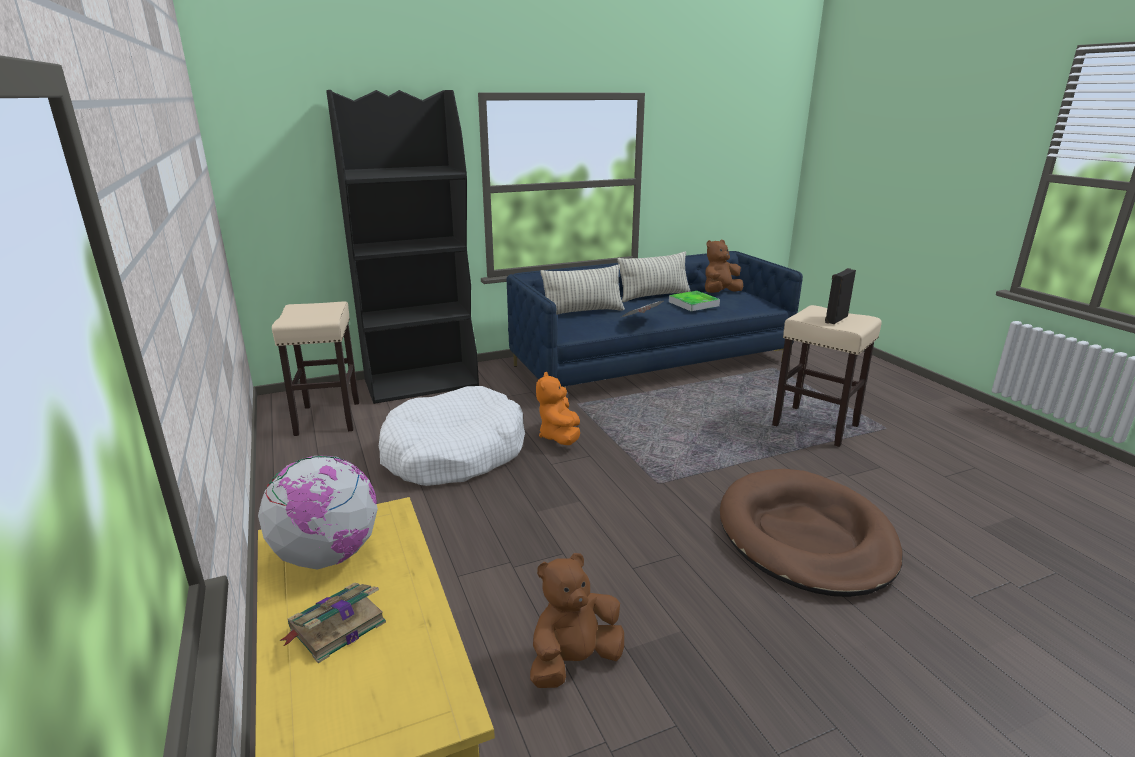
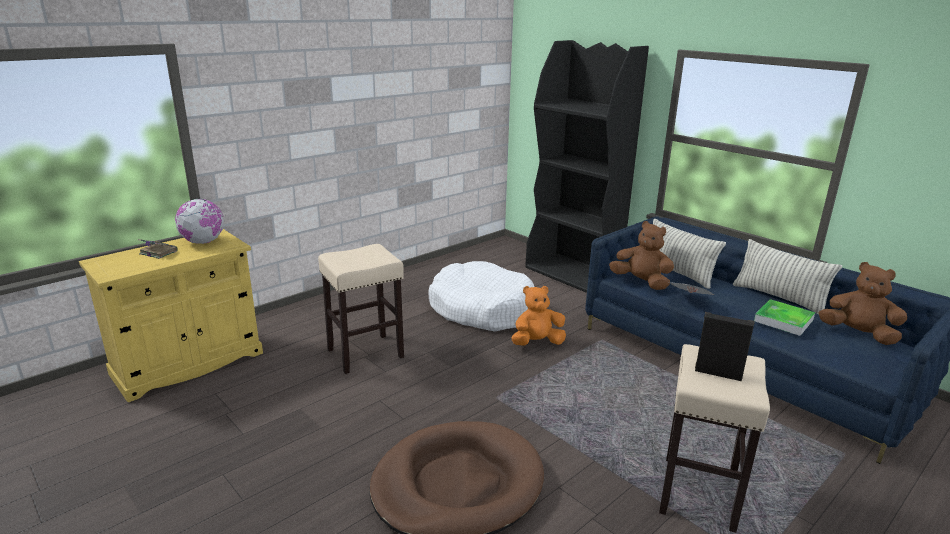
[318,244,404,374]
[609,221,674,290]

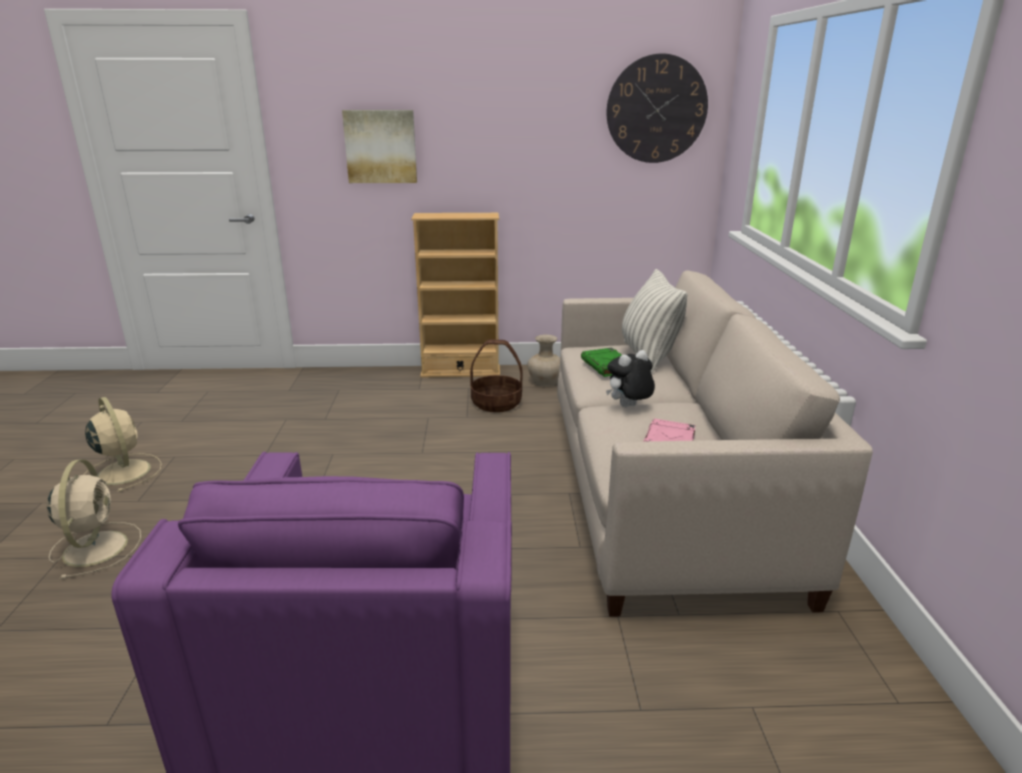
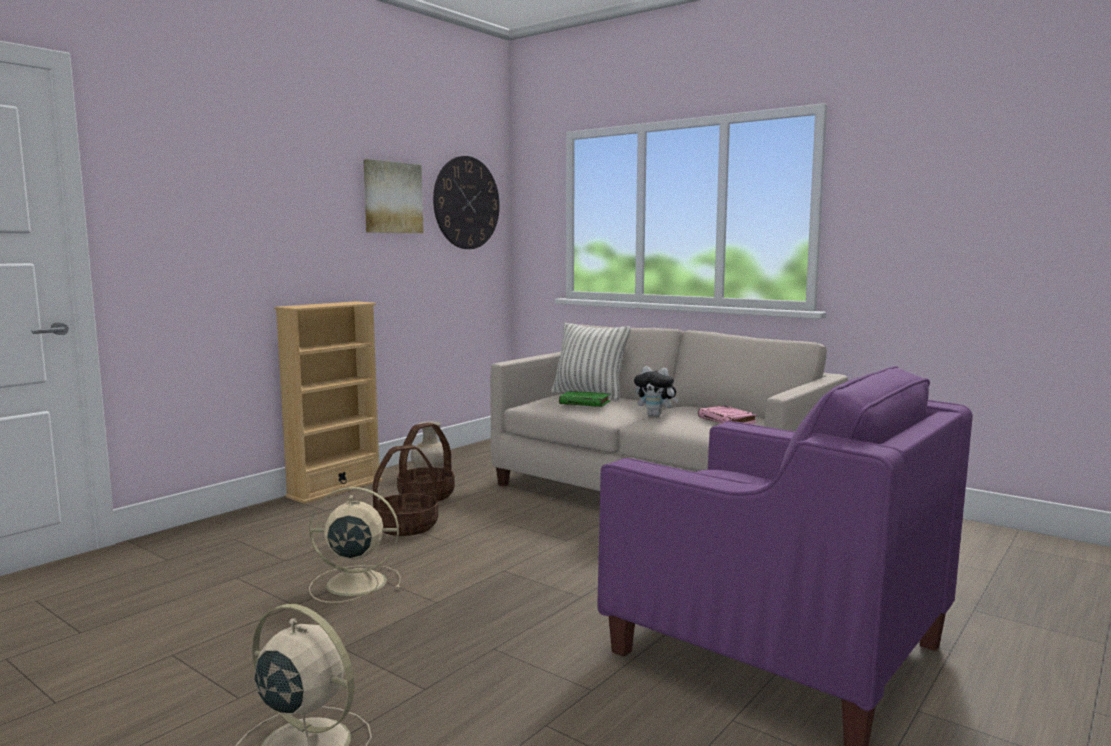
[309,487,401,603]
[363,159,423,233]
[373,445,438,536]
[634,366,679,417]

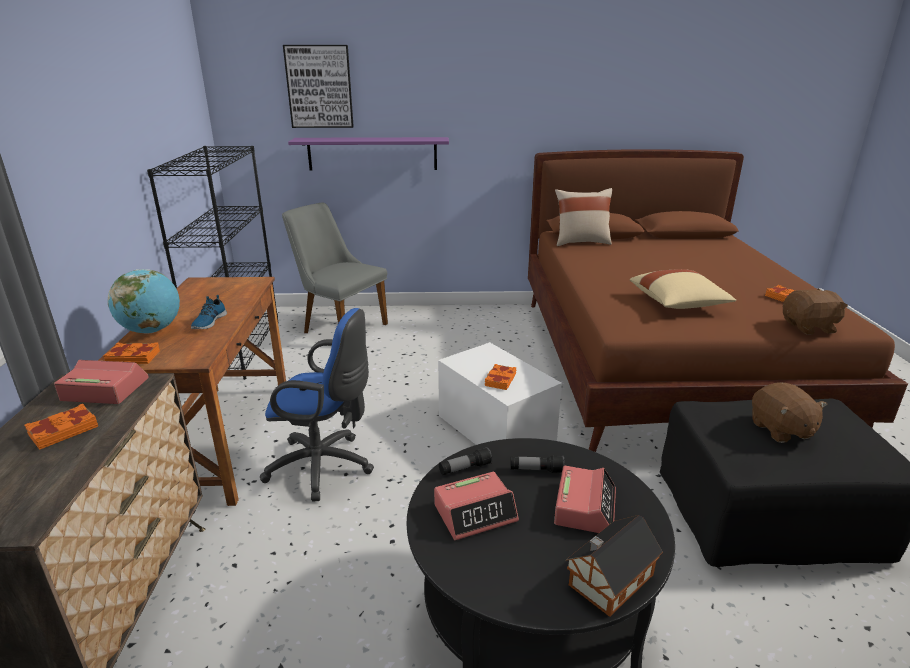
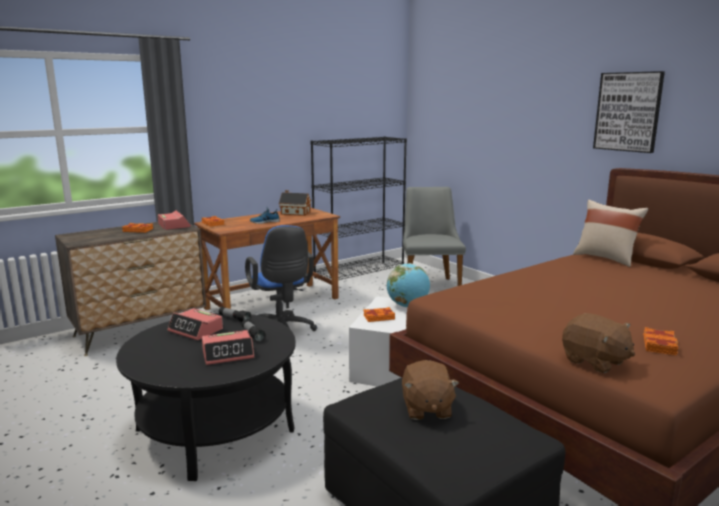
[279,190,311,216]
[387,263,430,307]
[402,360,459,420]
[593,71,665,153]
[288,137,449,171] (first image)
[630,269,736,309] (first image)

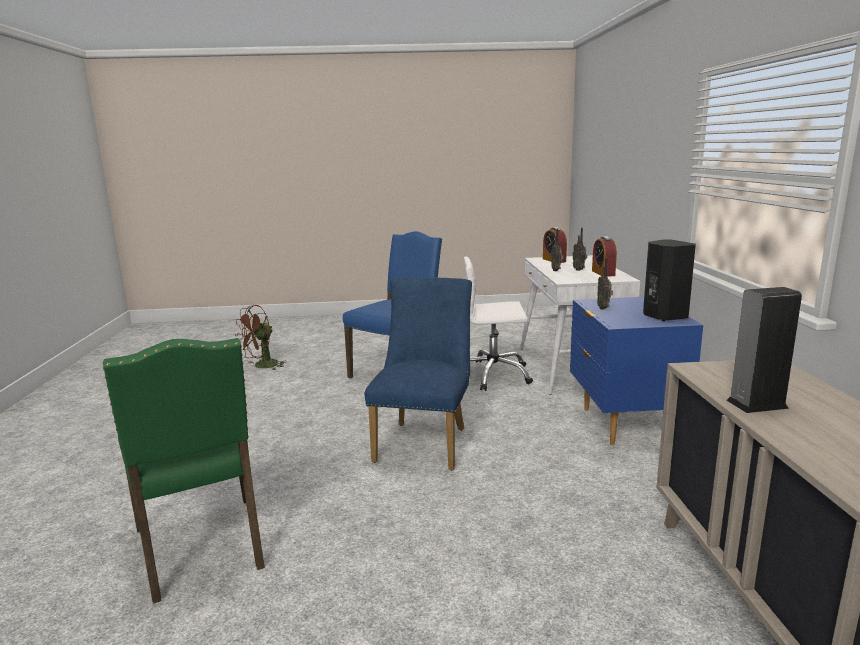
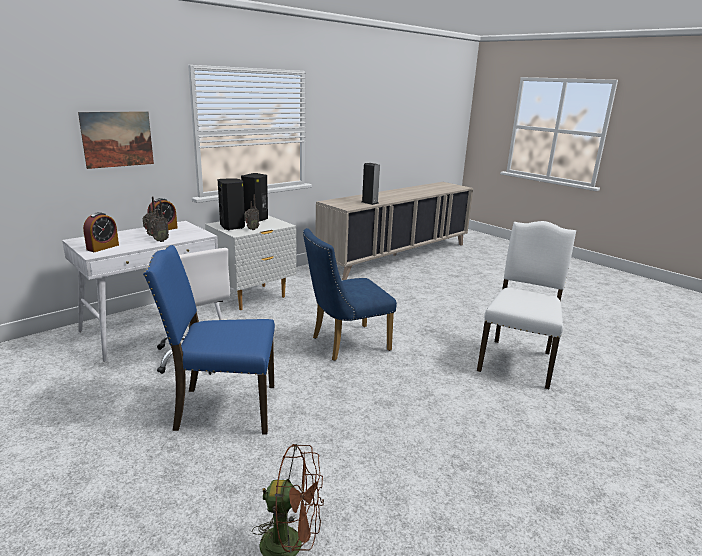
[78,111,154,169]
[205,215,296,310]
[218,178,245,230]
[477,221,576,389]

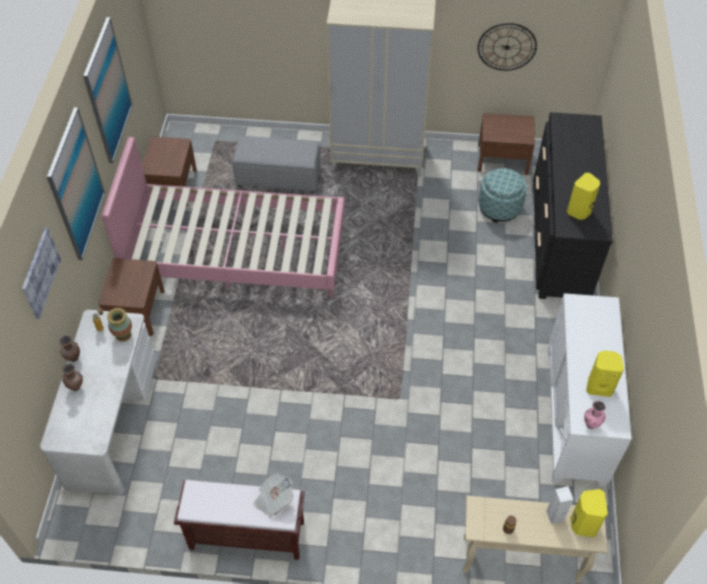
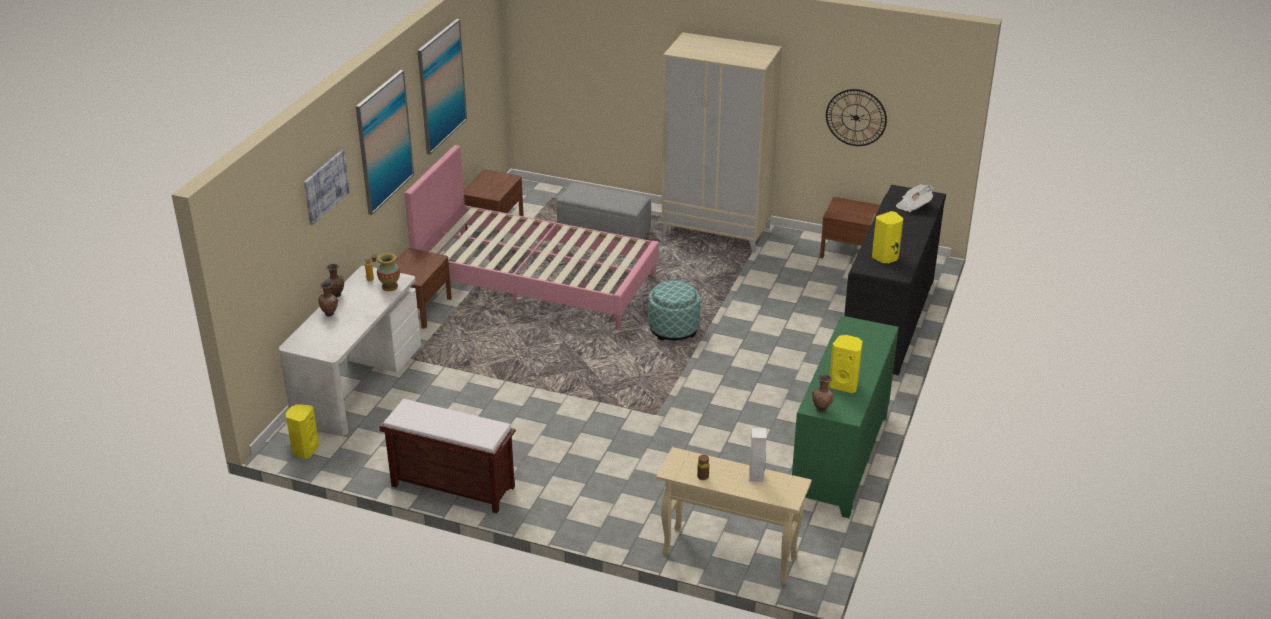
[285,404,319,459]
[648,280,700,341]
[792,316,899,518]
[812,374,834,413]
[896,184,933,212]

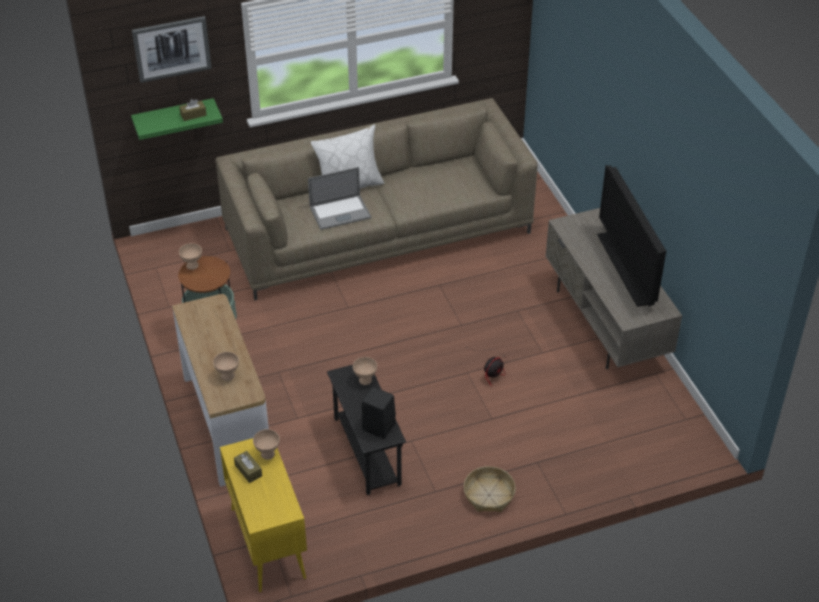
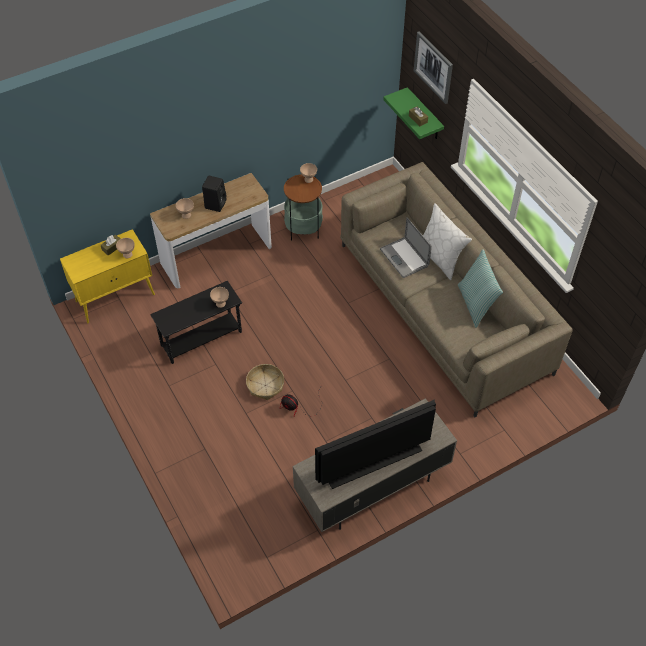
[202,176,226,212]
[246,364,284,400]
[458,250,503,328]

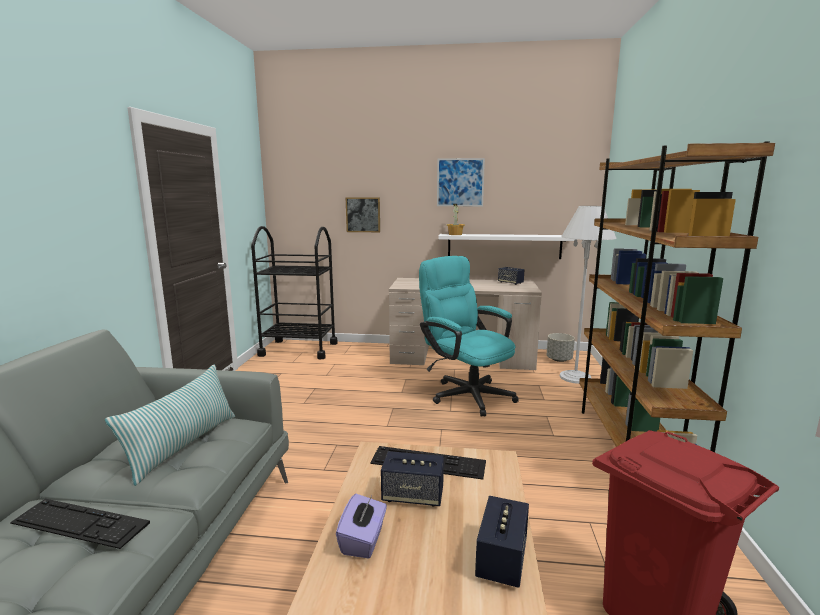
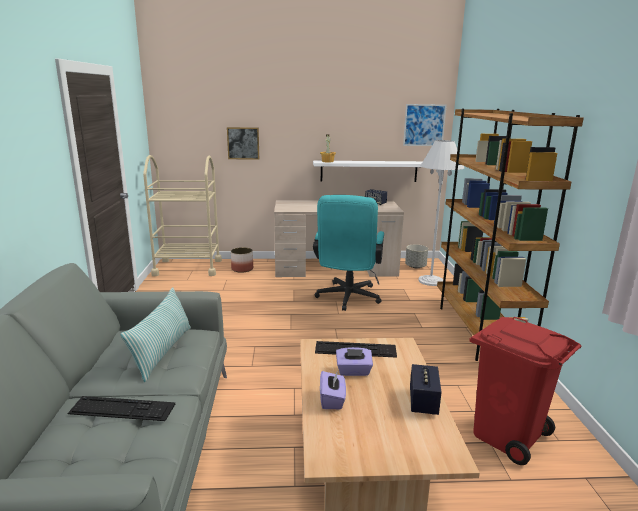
[143,155,222,276]
[231,247,253,273]
[313,195,384,311]
[336,347,373,376]
[403,104,447,146]

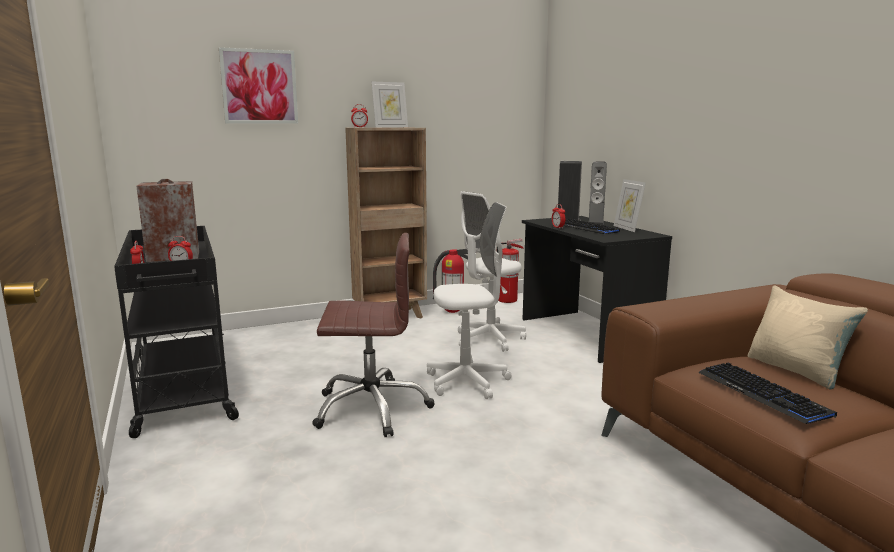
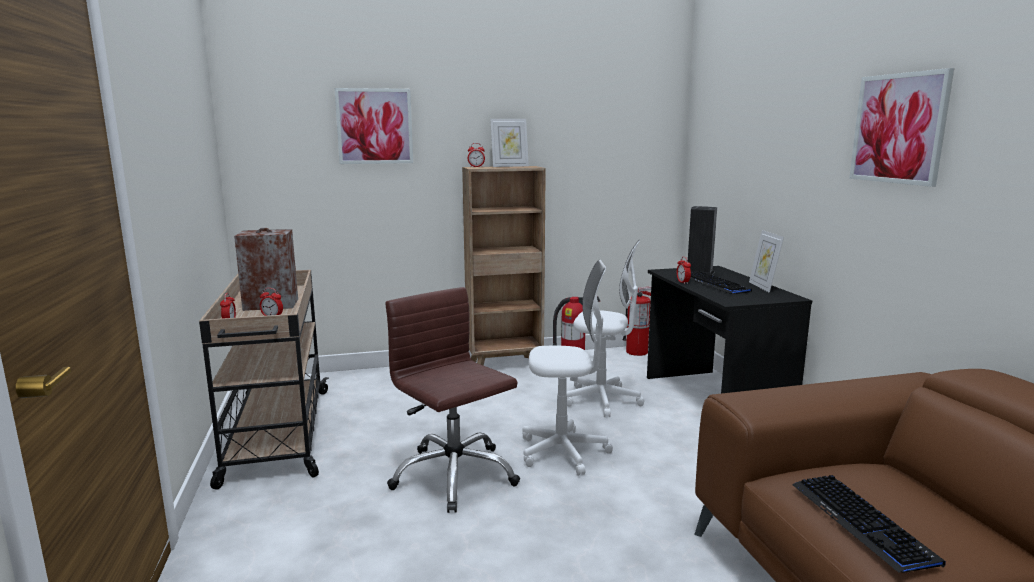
[199,270,329,489]
[385,287,520,513]
[566,240,645,417]
[849,68,954,187]
[588,161,607,225] (first image)
[748,285,868,390] (first image)

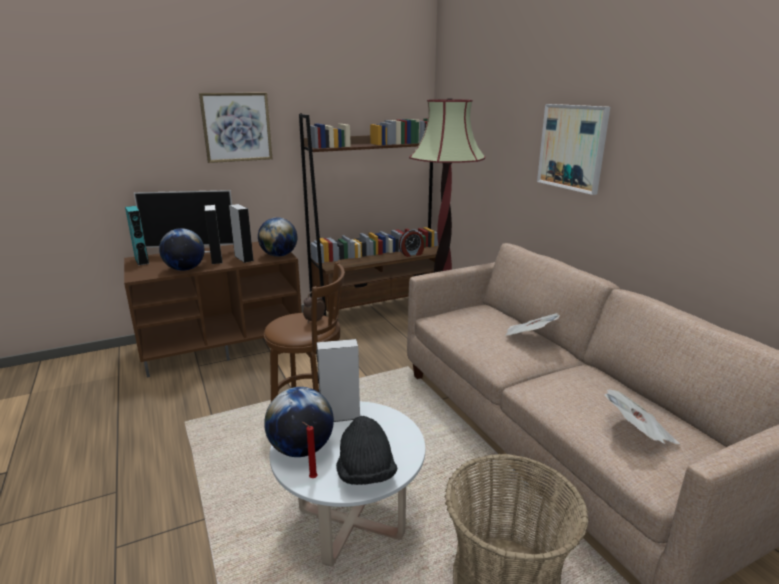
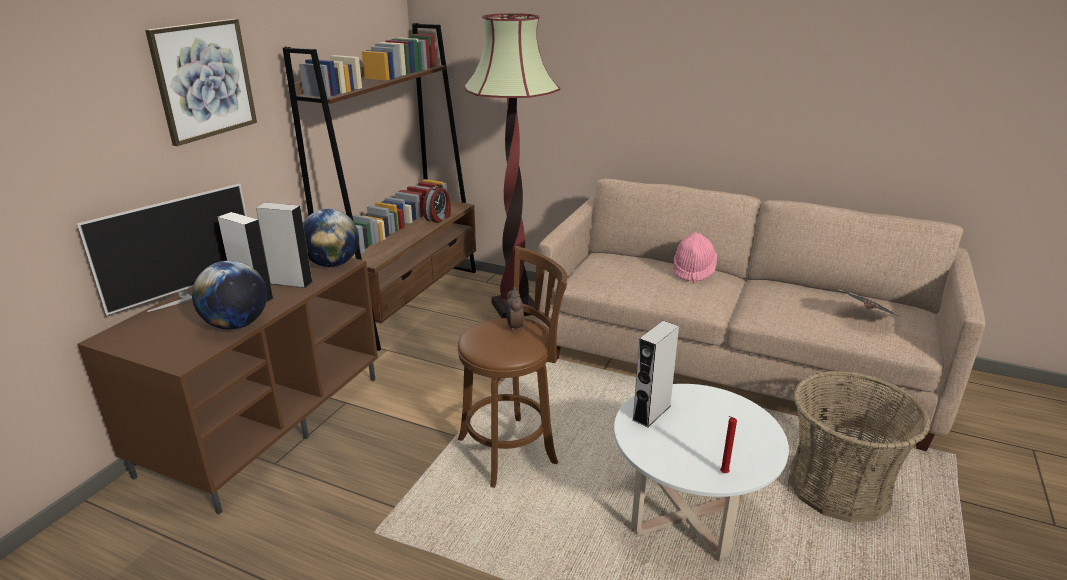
[673,232,717,282]
[125,206,149,266] (first image)
[264,387,334,457] (first image)
[336,416,397,485] (first image)
[537,104,610,195] (first image)

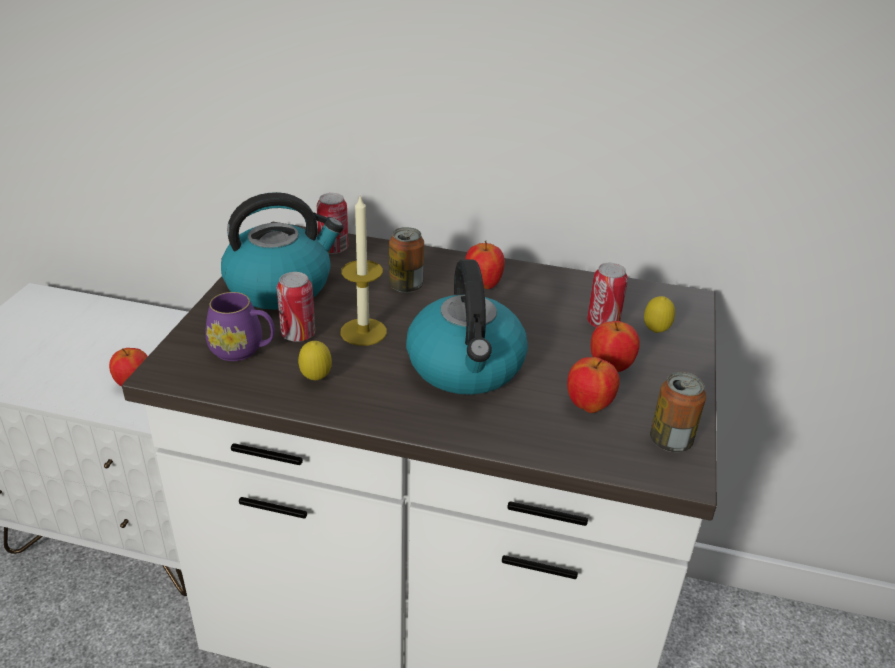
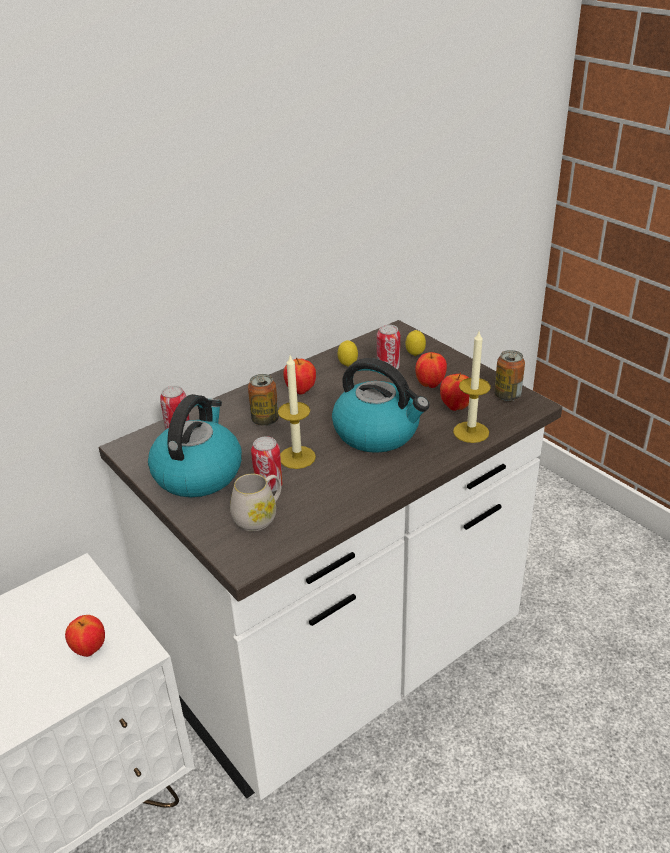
[230,474,281,531]
[338,340,358,367]
[453,331,491,443]

